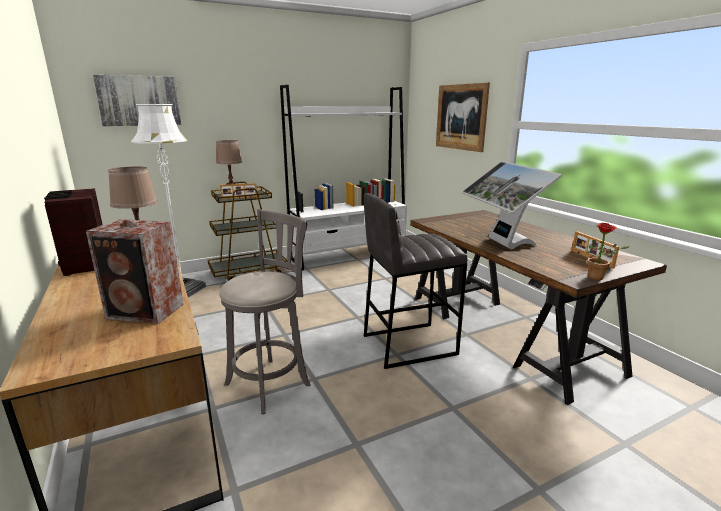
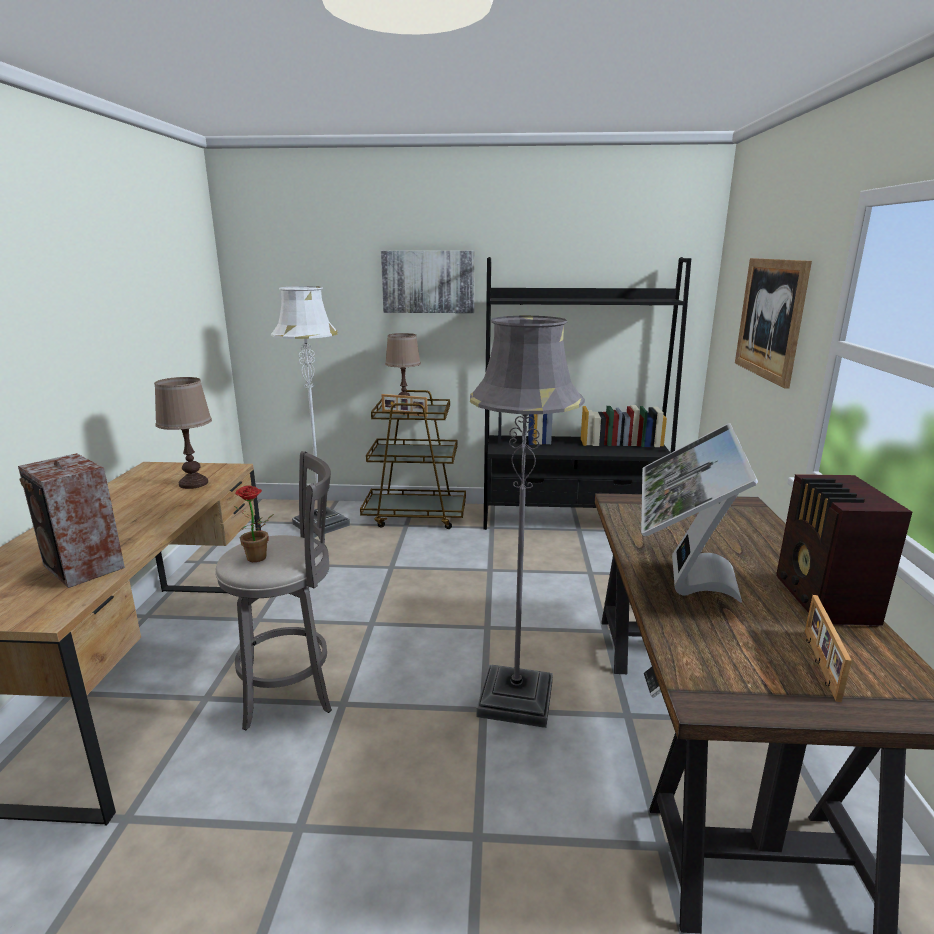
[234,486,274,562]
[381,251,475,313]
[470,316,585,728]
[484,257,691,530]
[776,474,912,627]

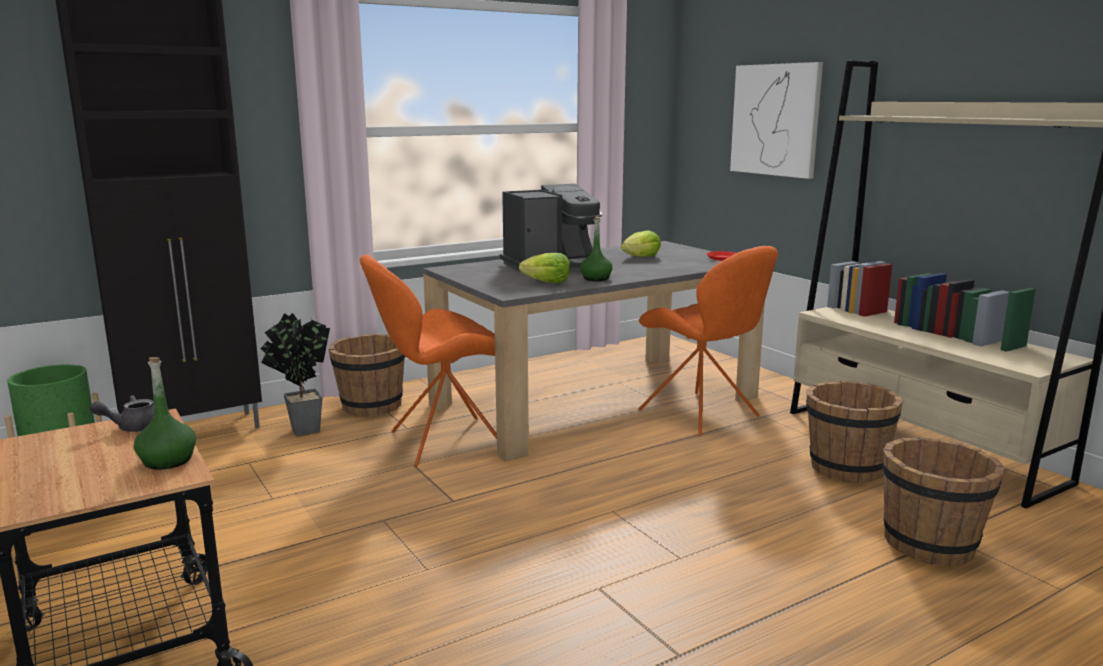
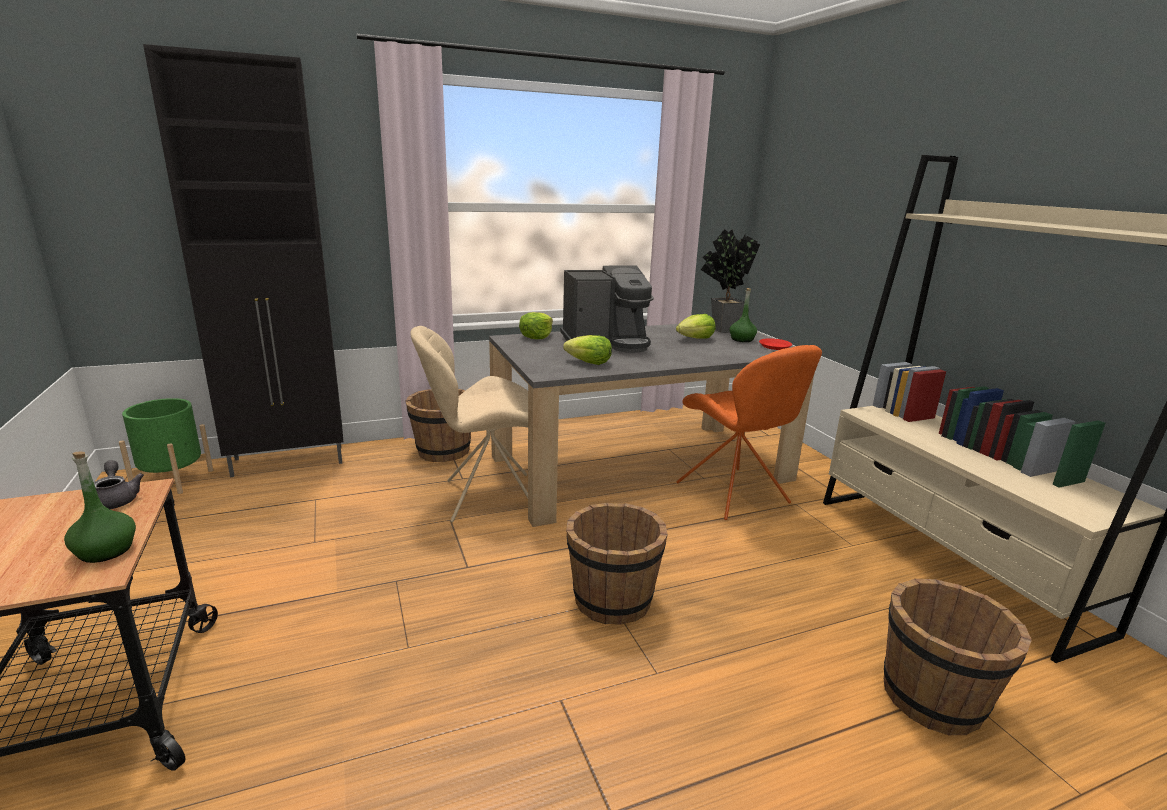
[94,460,144,509]
[410,326,528,522]
[519,312,553,339]
[566,503,668,625]
[701,229,760,333]
[730,288,757,342]
[730,62,823,179] (first image)

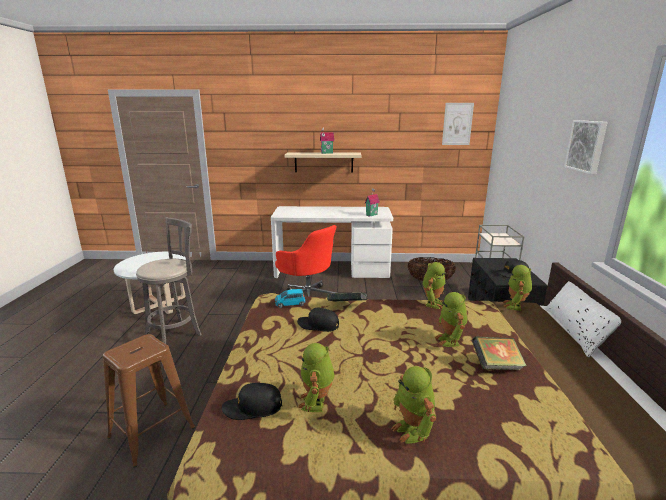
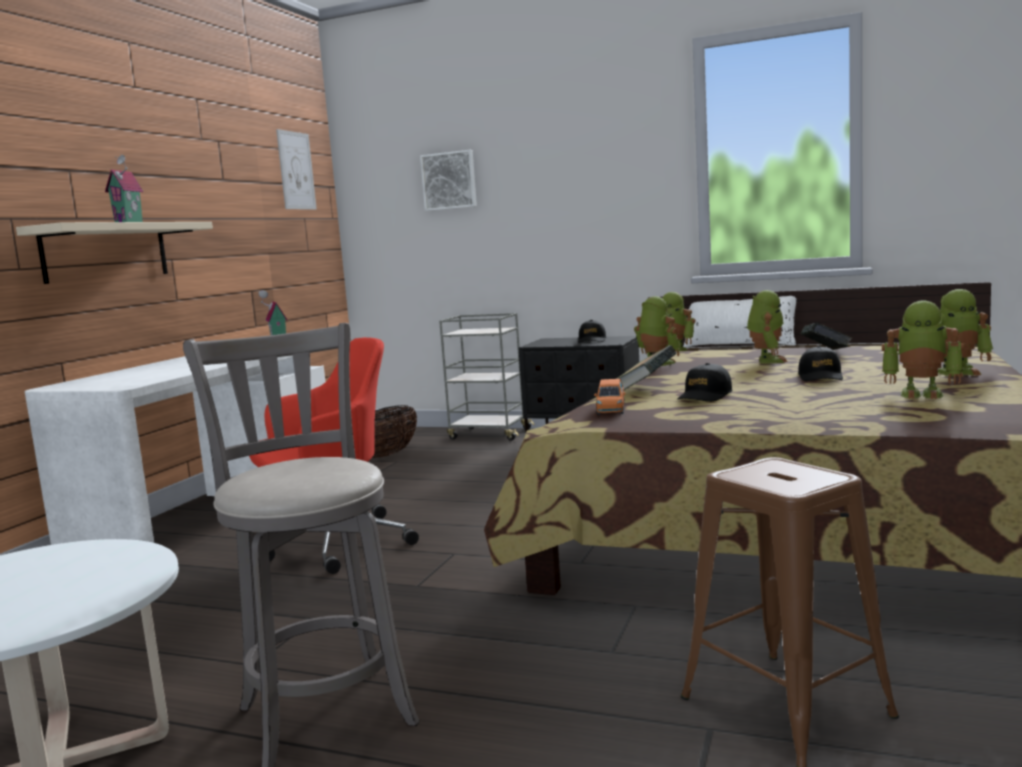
[420,150,477,211]
[594,379,625,415]
[747,290,787,364]
[798,346,843,381]

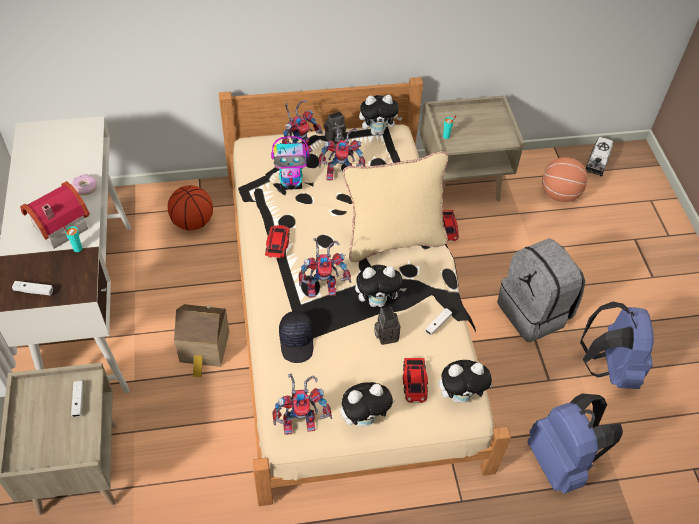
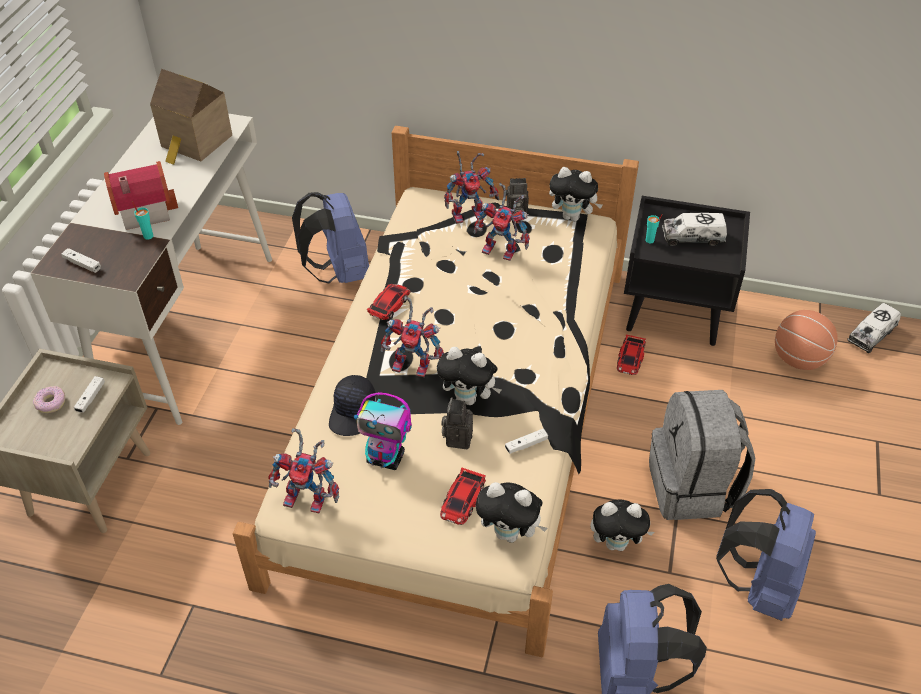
[33,386,65,413]
[150,69,232,165]
[292,192,369,284]
[354,392,412,470]
[590,500,654,551]
[624,196,750,346]
[662,213,727,246]
[343,151,448,262] (first image)

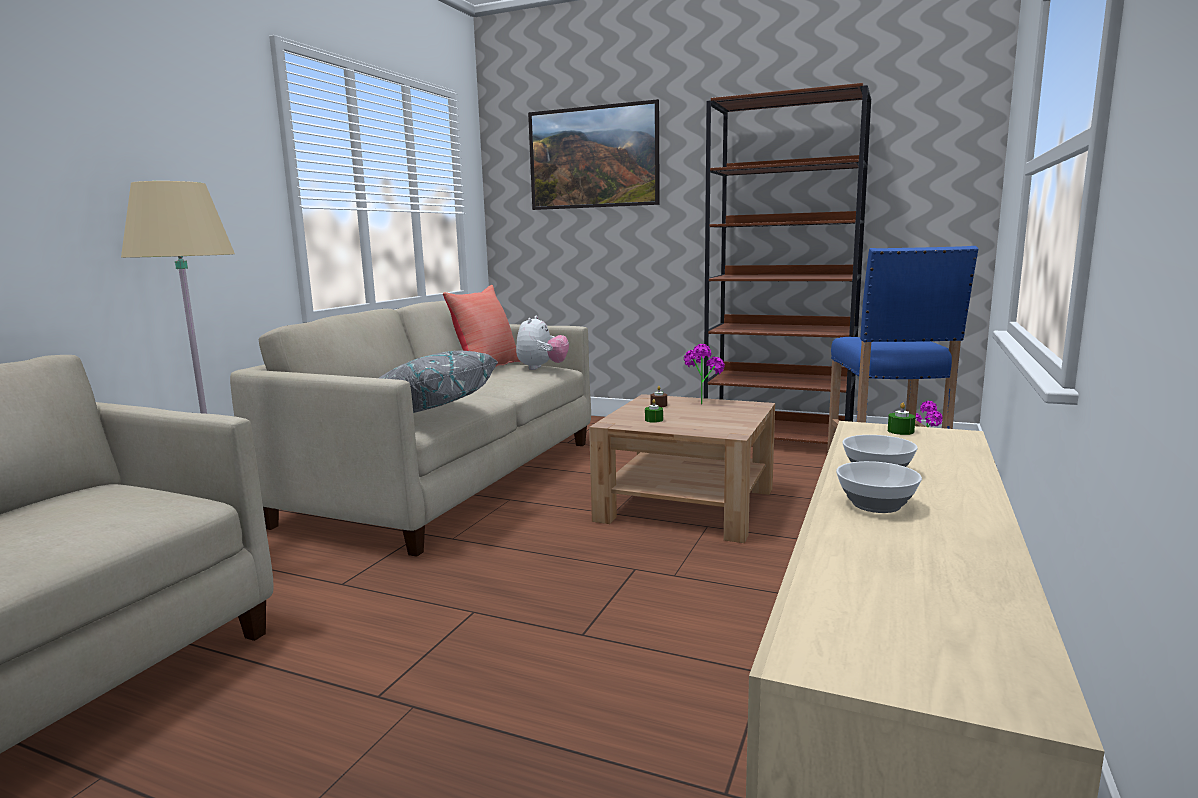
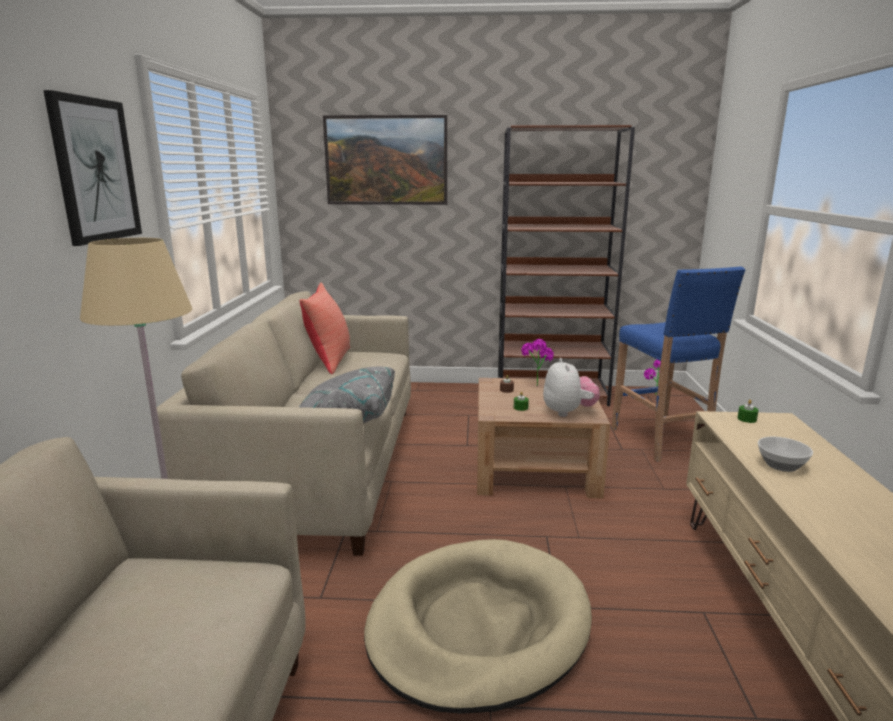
[43,90,142,246]
[364,539,592,714]
[543,358,600,417]
[836,461,922,513] (first image)

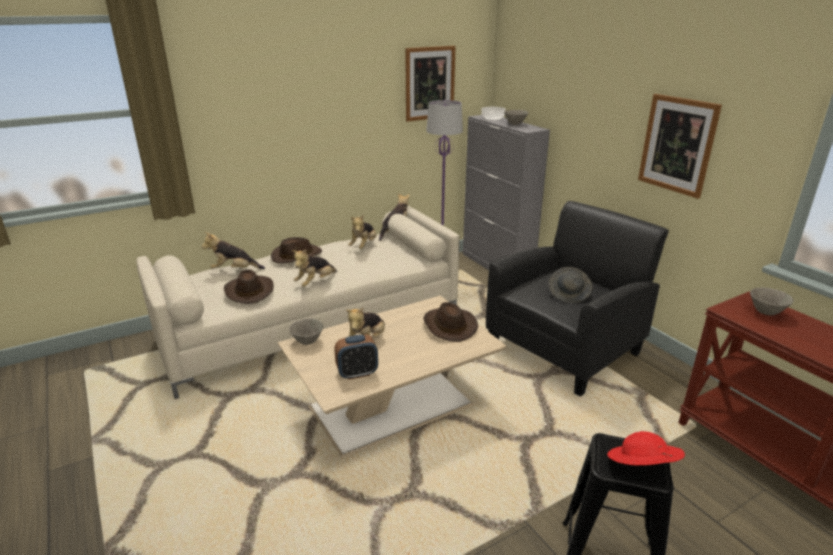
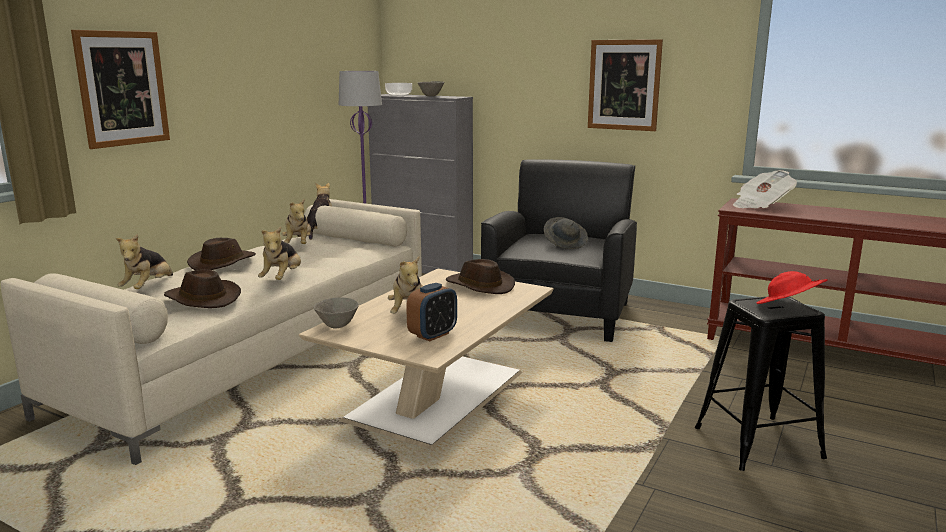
[71,30,170,149]
[116,234,173,289]
[733,170,797,208]

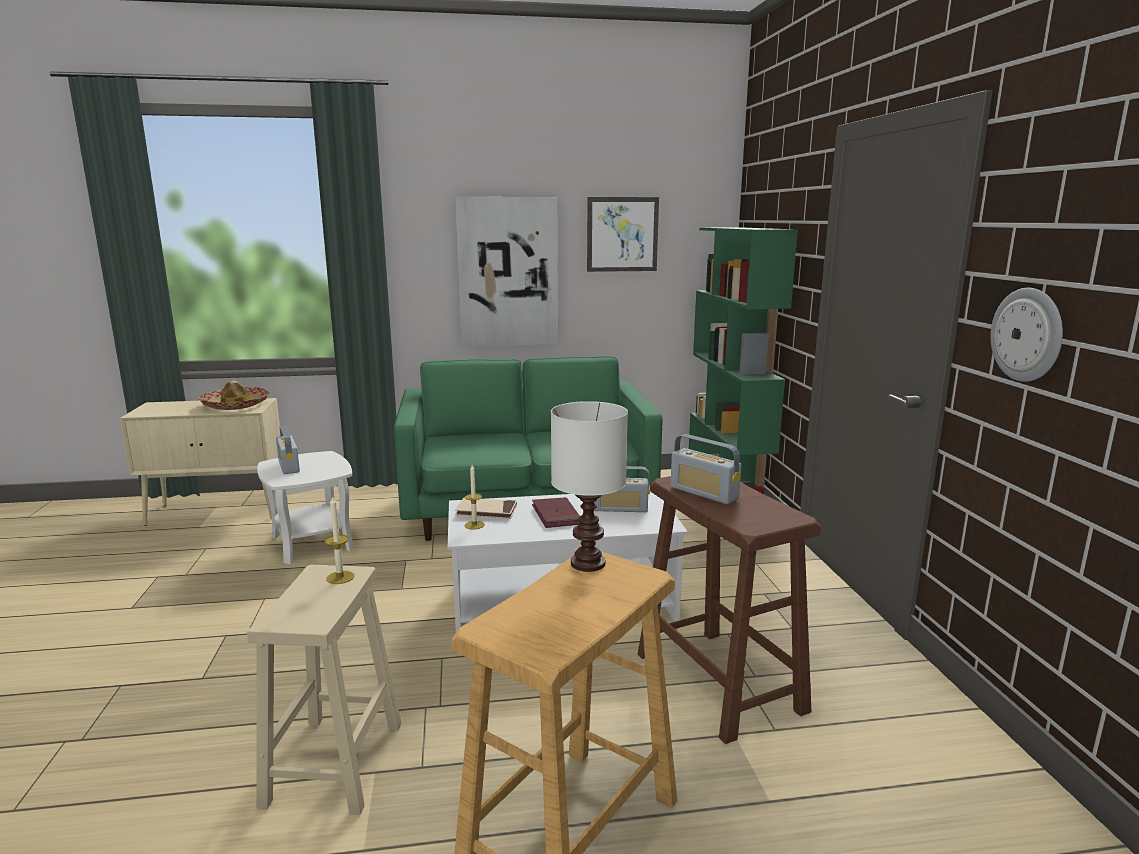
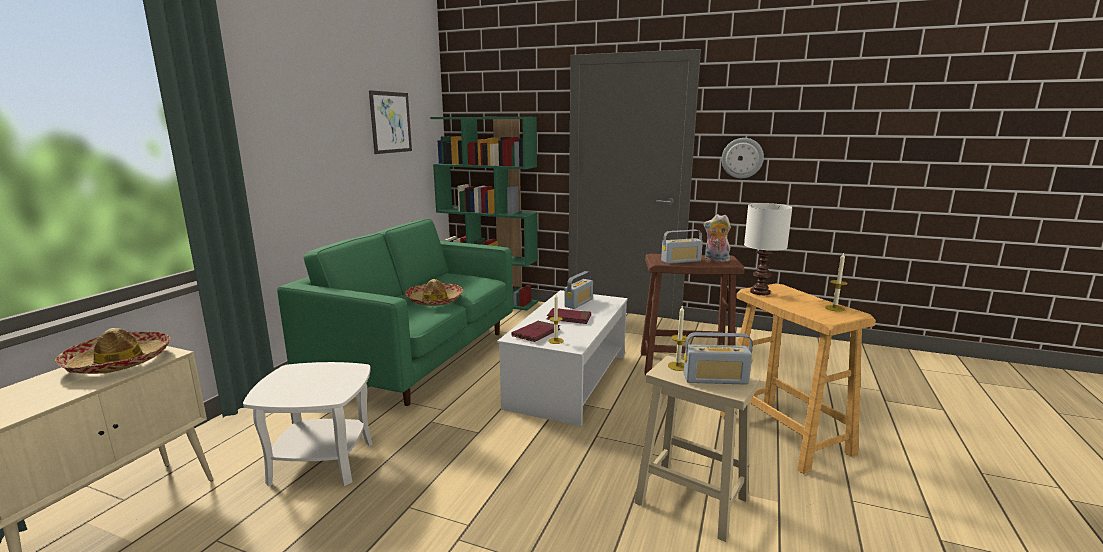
[405,279,463,306]
[511,321,560,342]
[684,332,753,385]
[704,214,731,262]
[825,252,848,312]
[455,197,558,347] (first image)

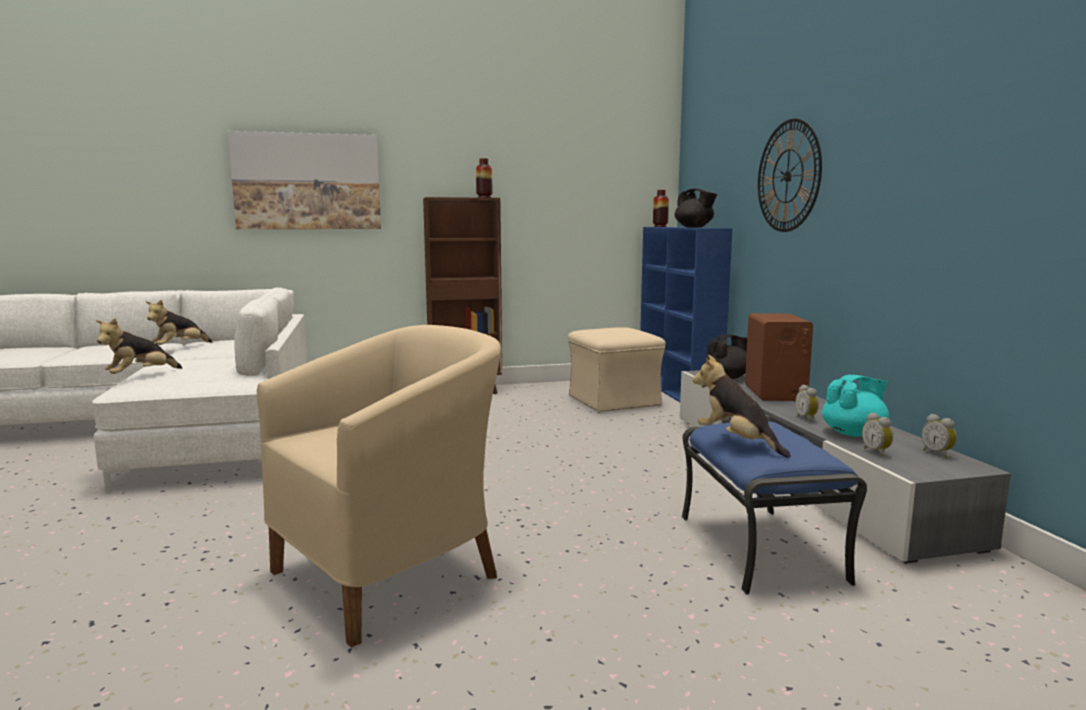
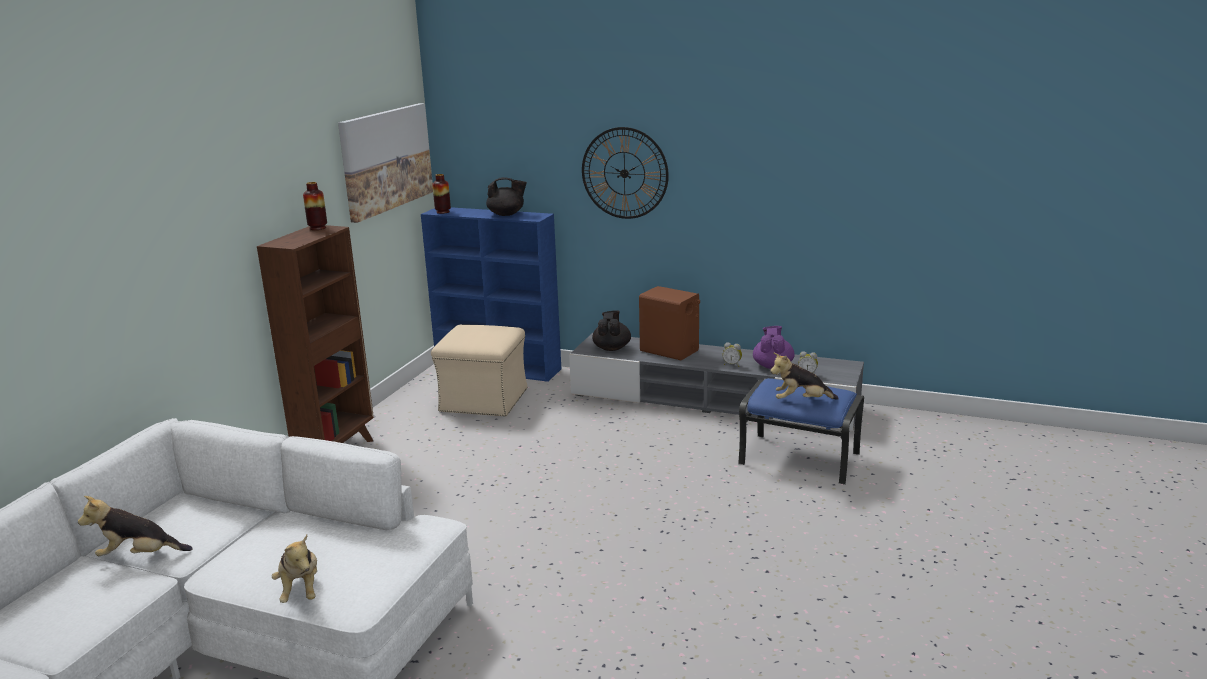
[78,496,192,556]
[338,103,433,223]
[753,326,795,369]
[257,325,501,647] (first image)
[921,414,957,458] (first image)

